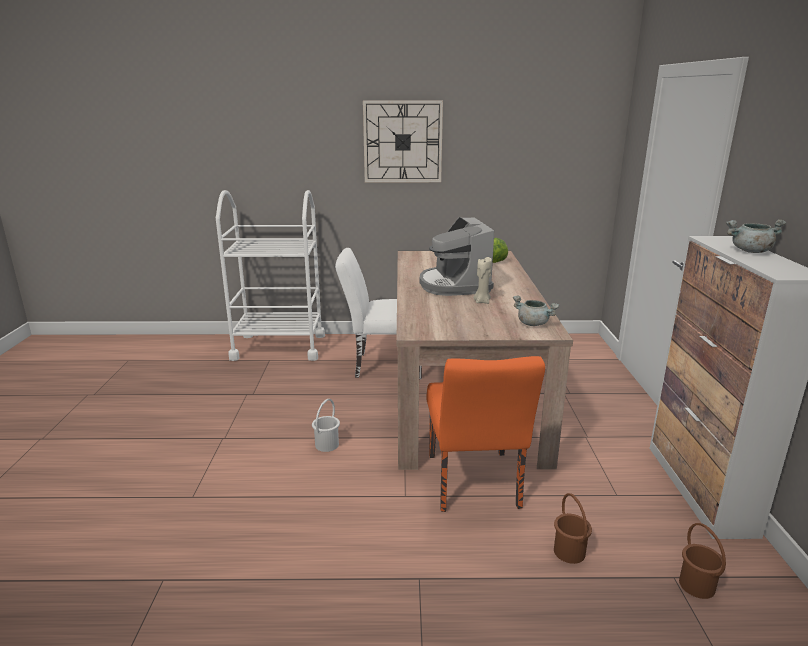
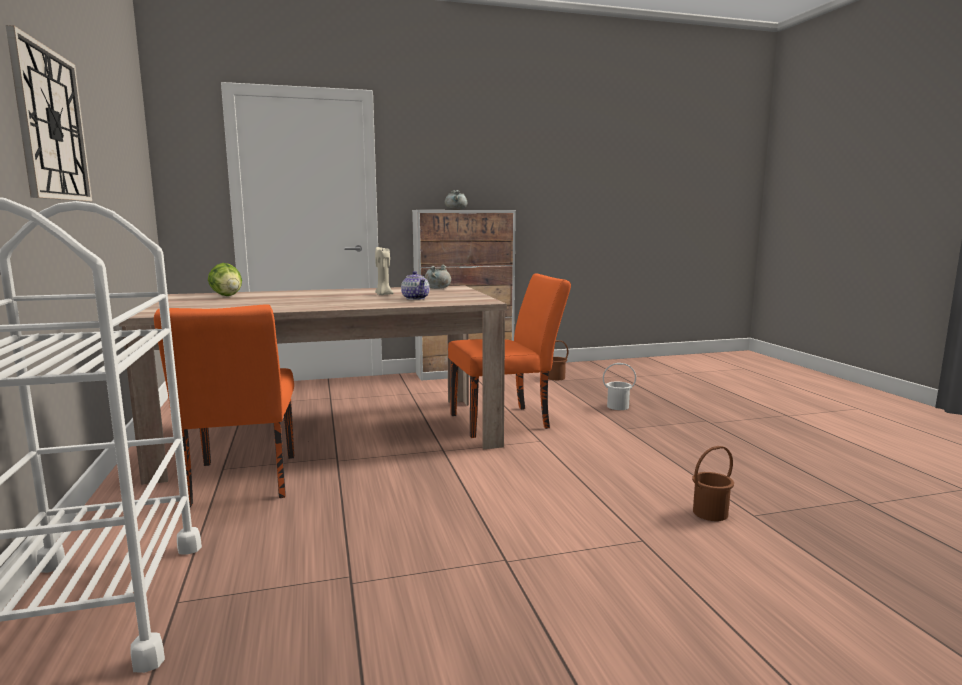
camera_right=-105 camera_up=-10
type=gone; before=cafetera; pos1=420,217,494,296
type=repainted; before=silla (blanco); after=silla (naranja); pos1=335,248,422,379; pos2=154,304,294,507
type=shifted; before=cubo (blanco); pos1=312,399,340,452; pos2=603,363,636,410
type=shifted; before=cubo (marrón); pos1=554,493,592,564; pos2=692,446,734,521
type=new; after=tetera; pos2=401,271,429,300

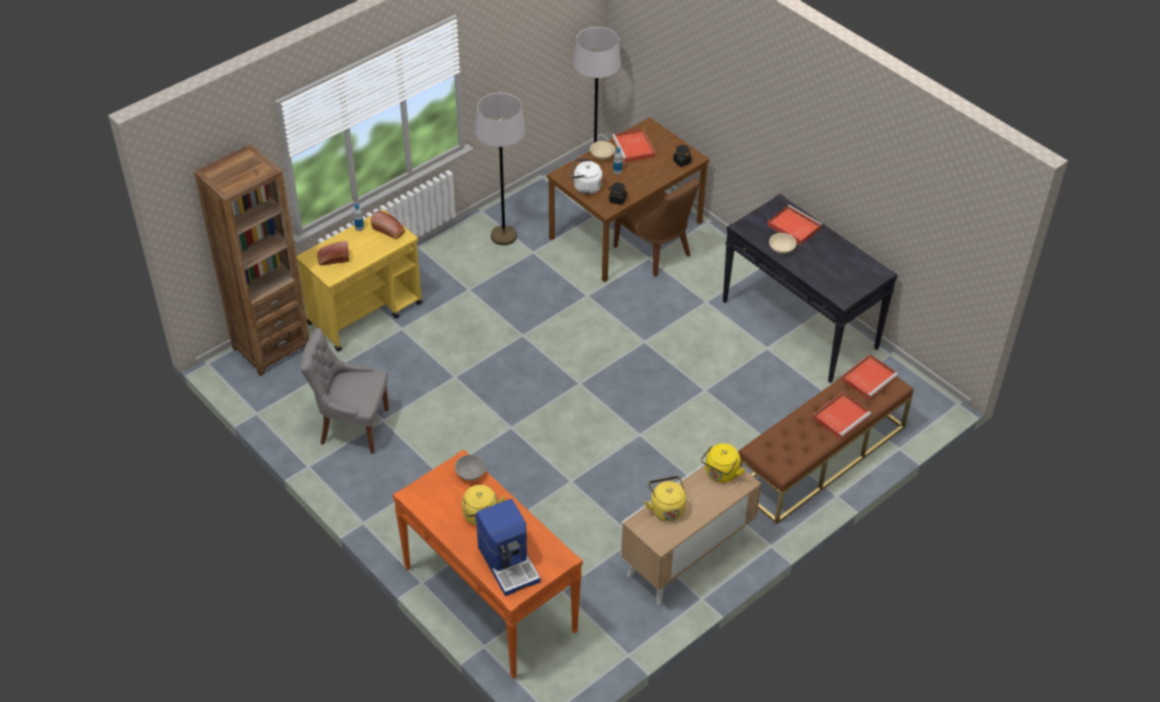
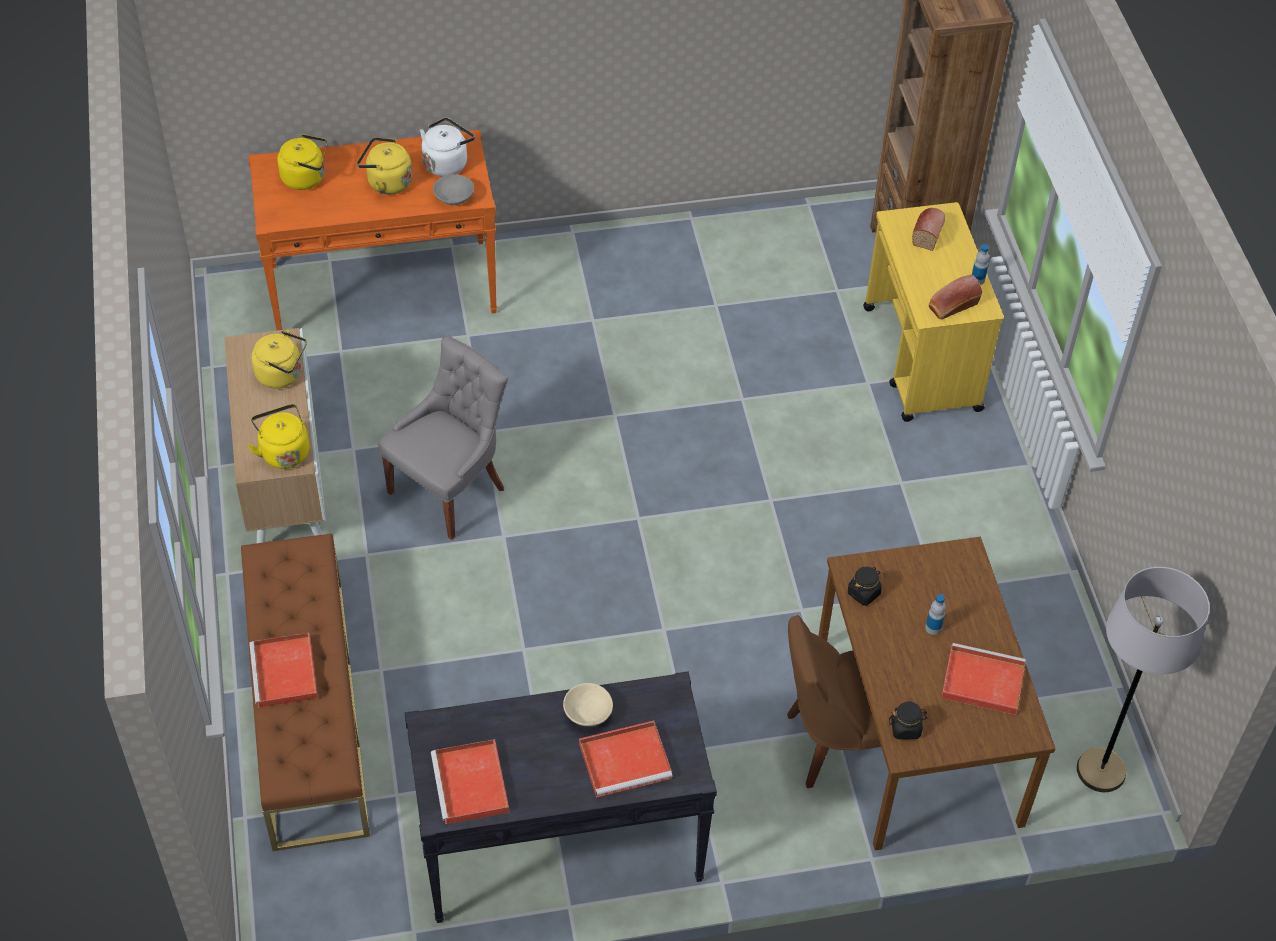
camera_right=120 camera_up=5
type=gone; before=lámpara de pie (gris); pos1=475,93,525,245
type=gone; before=cuenco (beis); pos1=590,141,615,160
type=shifted; before=hervidor (blanco); pos1=570,159,603,194; pos2=420,117,475,176
type=shifted; before=silla (gris); pos1=300,328,389,454; pos2=378,335,508,540
type=shifted; before=bandeja (rojo); pos1=841,354,898,399; pos2=431,739,509,824
type=swapped; before=cafetera; after=hervidor (amarillo); pos1=476,499,541,596; pos2=277,134,328,190

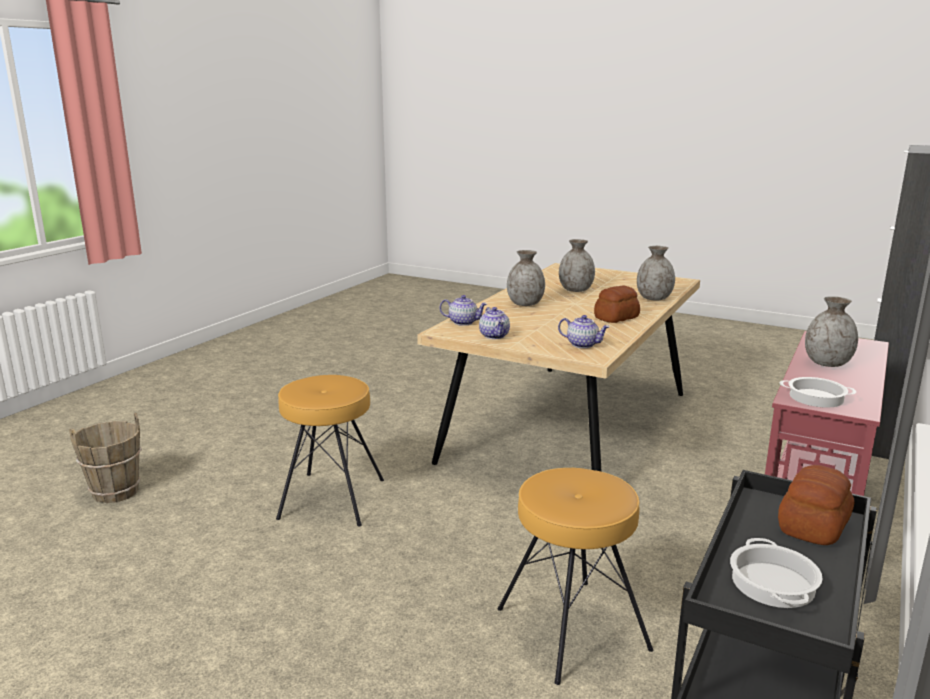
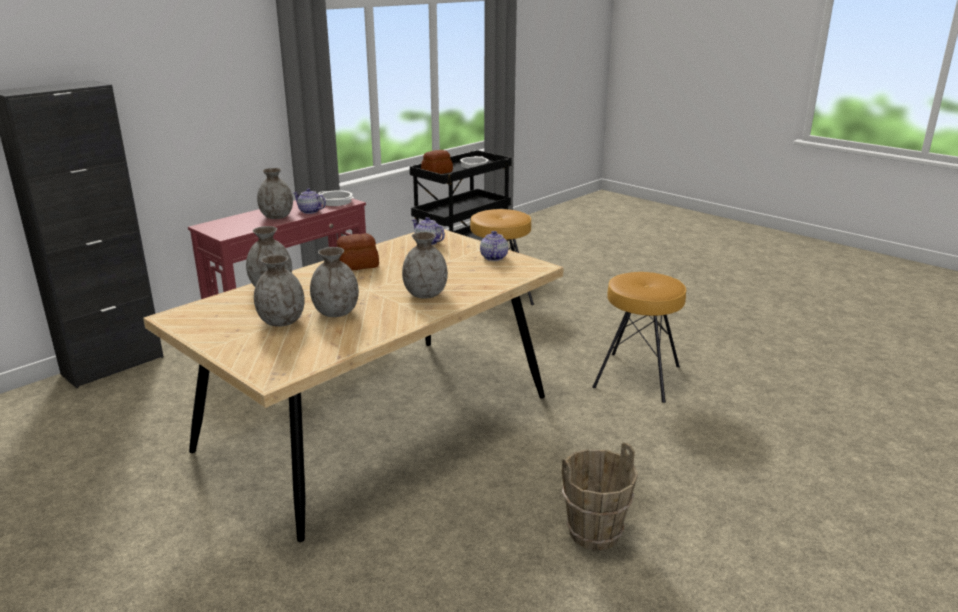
camera_right=-165 camera_up=5
type=shifted; before=tetera; pos1=440,295,487,326; pos2=293,189,326,214
type=shifted; before=cubo (marrón); pos1=69,413,142,503; pos2=562,443,638,551
type=new; after=florero (gris); pos2=254,254,305,327

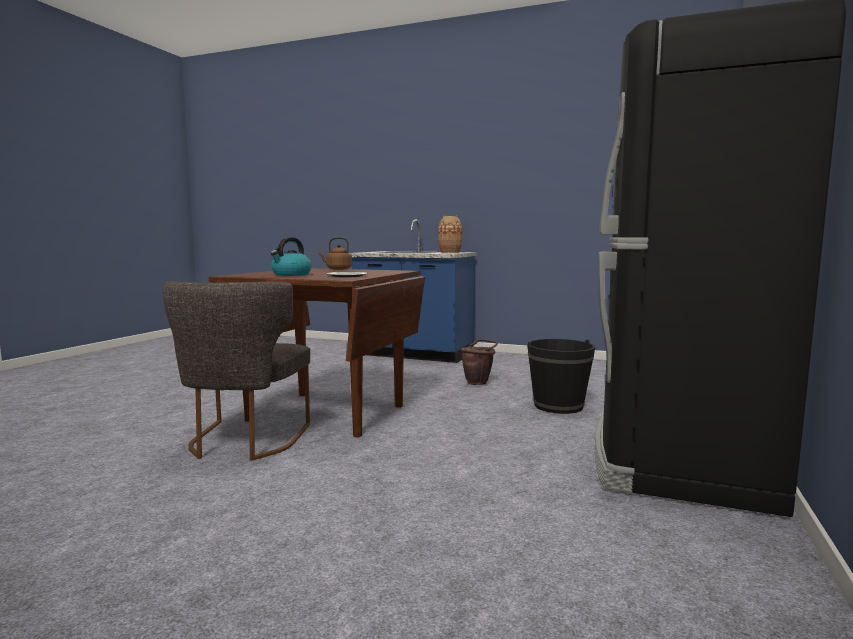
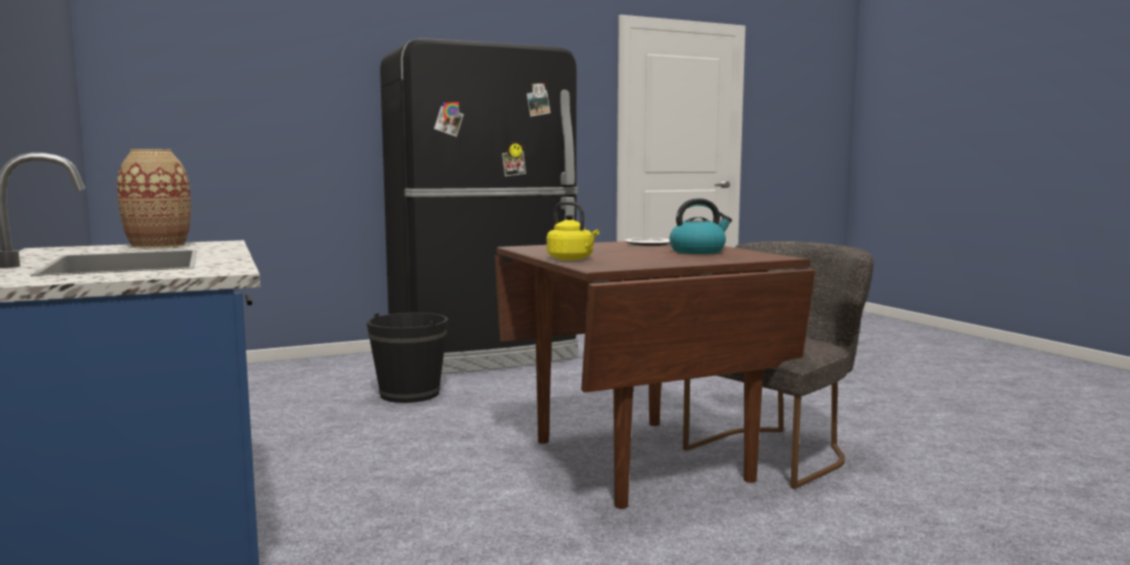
camera_right=-135 camera_up=0
type=repainted; before=hervidor (marrón); after=hervidor (amarillo); pos1=319,237,352,270; pos2=547,201,599,260
type=gone; before=cubo (marrón); pos1=461,339,498,385

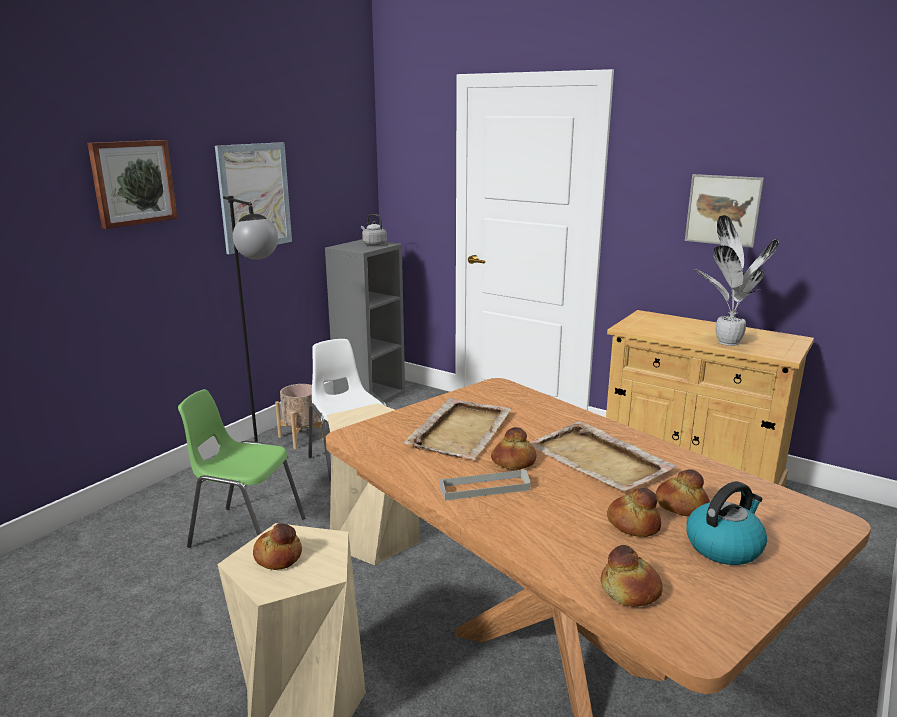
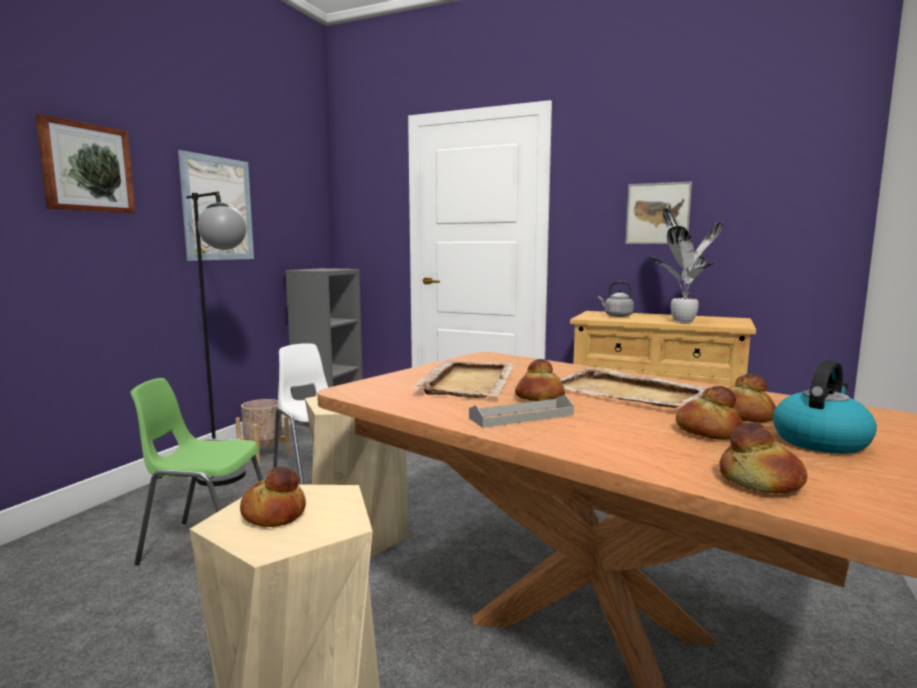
camera_right=-10 camera_up=-10
type=shifted; before=hervidor (gris); pos1=361,214,387,246; pos2=598,281,634,317

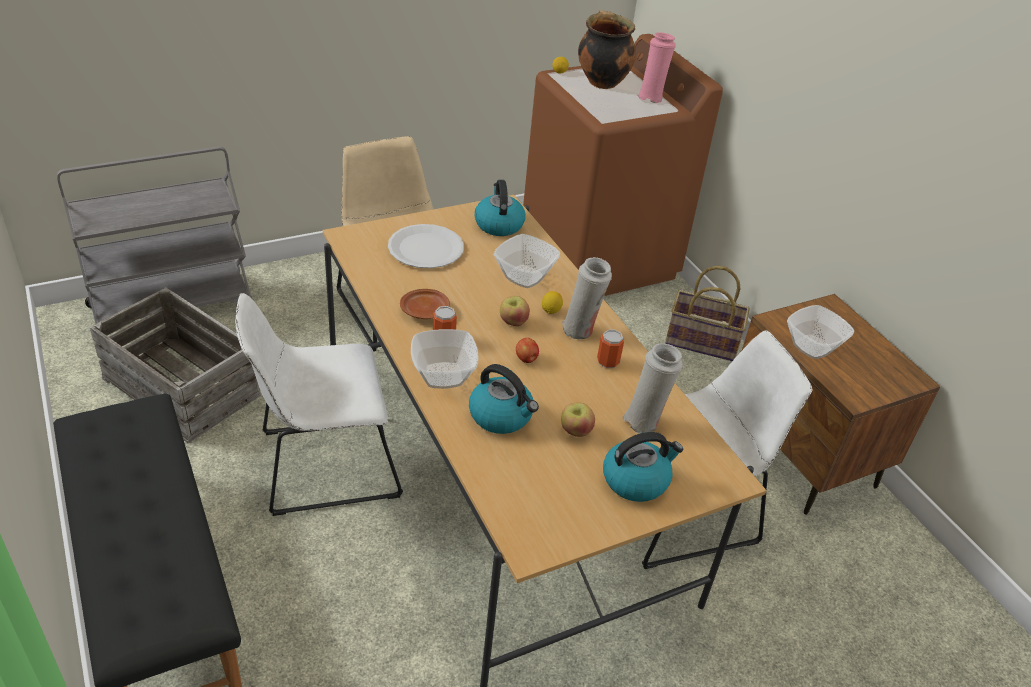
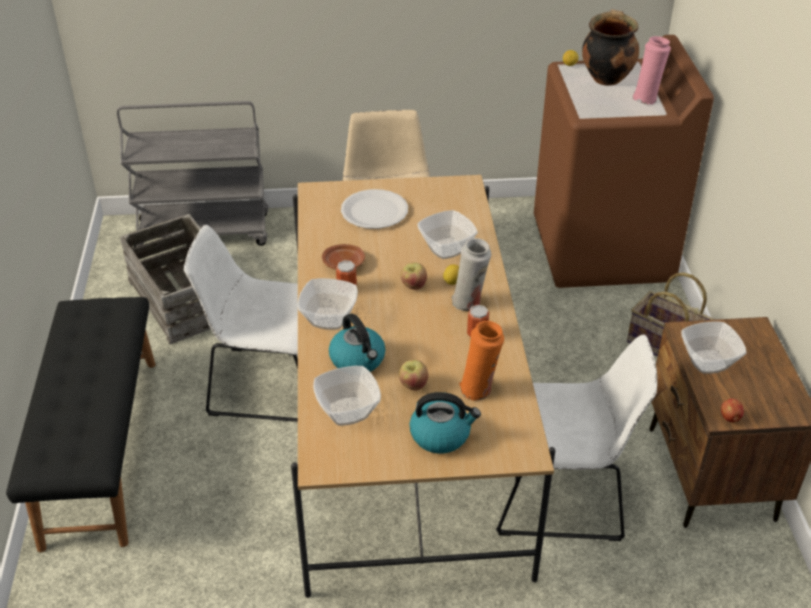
camera_right=25 camera_up=0
type=gone; before=hervidor; pos1=475,180,525,236
type=shifted; before=manzana; pos1=516,338,539,363; pos2=721,399,744,422
type=repainted; before=florero (blanco); after=florero (naranja); pos1=622,343,683,433; pos2=459,321,504,400
type=new; after=cuenco; pos2=313,366,381,426

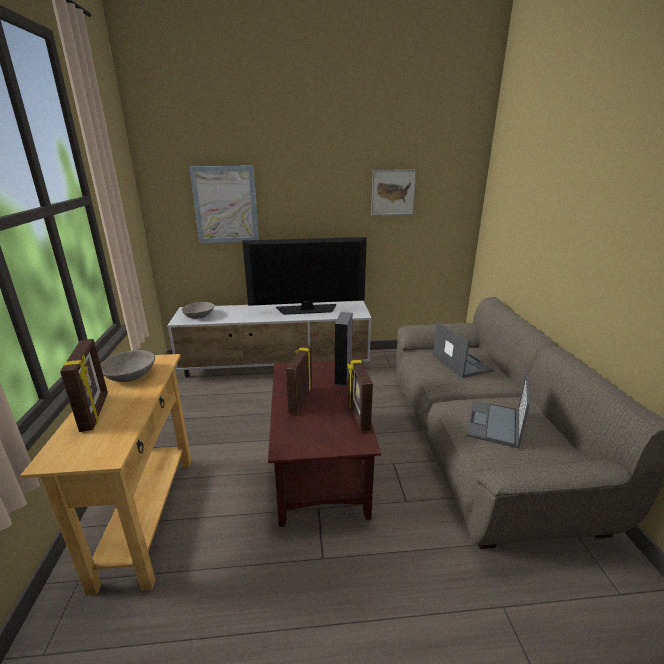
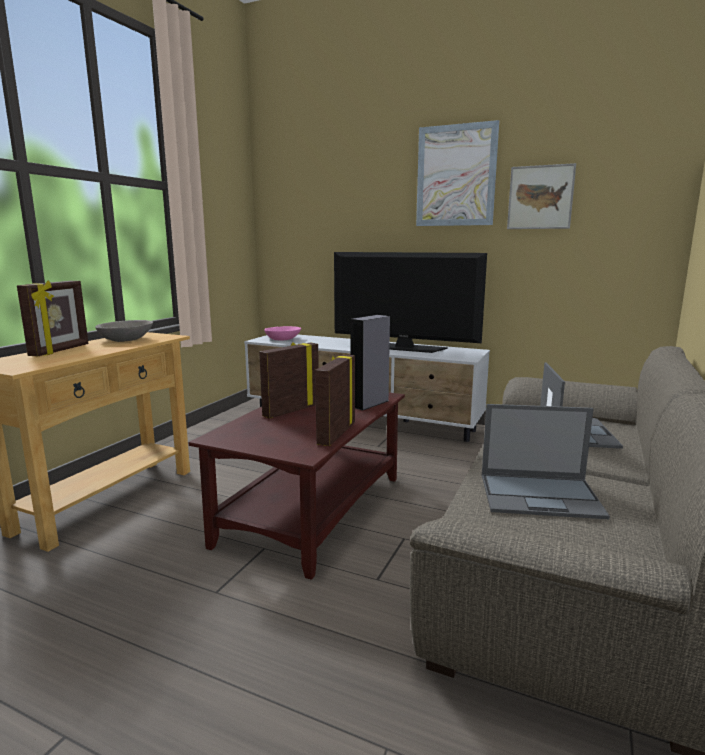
camera_right=30 camera_up=-10
type=shifted; before=cuadro; pos1=189,166,259,243; pos2=416,120,499,226
type=repainted; before=cuenco (gris); after=cuenco (rosa); pos1=181,302,214,319; pos2=264,326,301,340
type=rotated; before=portátil; pos1=467,371,530,448; pos2=482,404,610,519; turn=-135

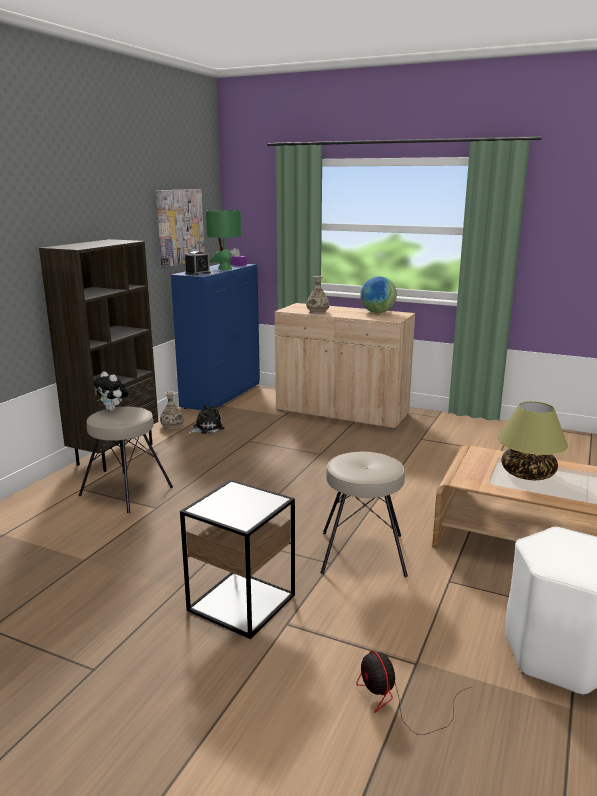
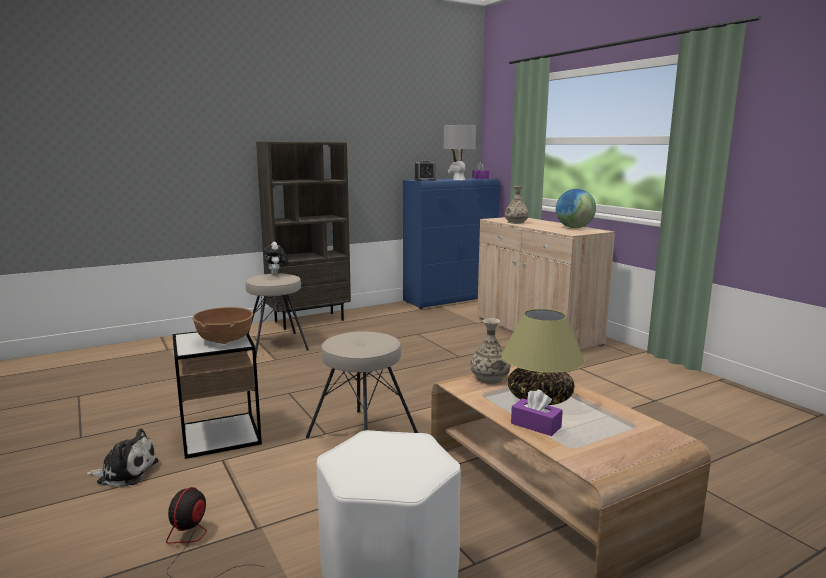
camera_right=35 camera_up=-5
type=gone; before=cuadro; pos1=156,189,204,268
type=repainted; before=lámpara de mesa (verde); after=lámpara de mesa (gris); pos1=206,210,241,270; pos2=444,125,476,180
type=shifted; before=florero; pos1=160,391,184,430; pos2=470,318,510,384
type=shifted; before=peluche; pos1=187,404,224,434; pos2=85,429,158,487
type=new; after=cuenco (marrón); pos2=192,307,253,344
type=new; after=caja de pañuelos (morado); pos2=511,390,563,436

